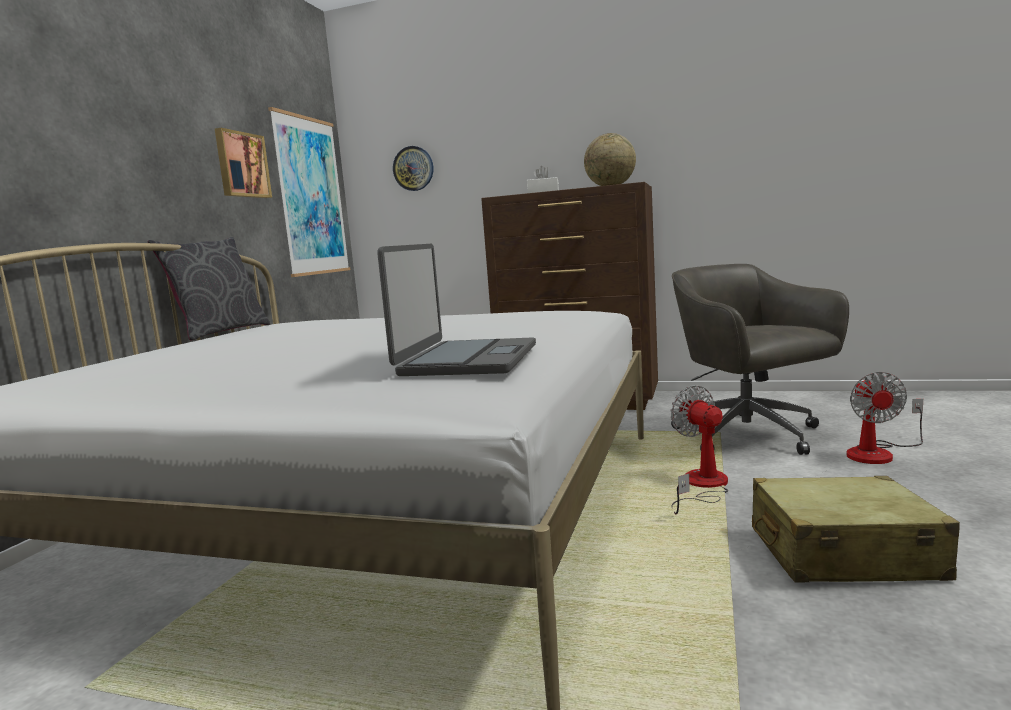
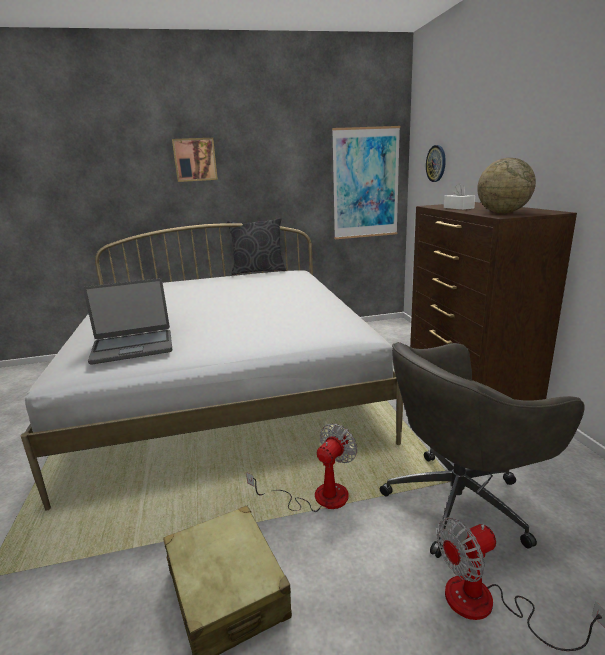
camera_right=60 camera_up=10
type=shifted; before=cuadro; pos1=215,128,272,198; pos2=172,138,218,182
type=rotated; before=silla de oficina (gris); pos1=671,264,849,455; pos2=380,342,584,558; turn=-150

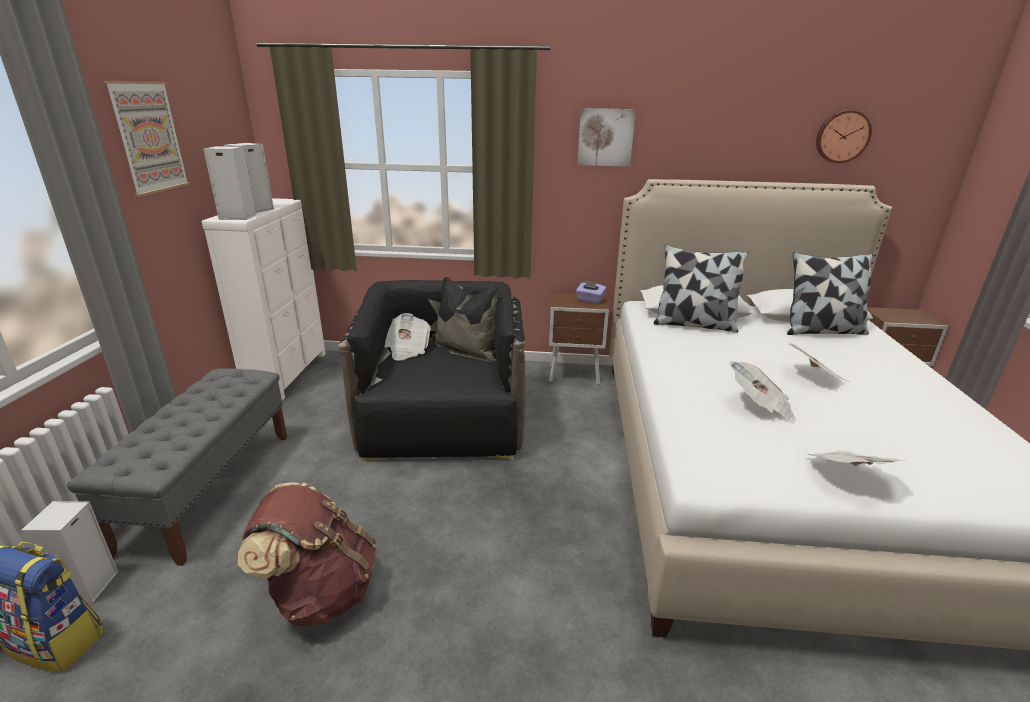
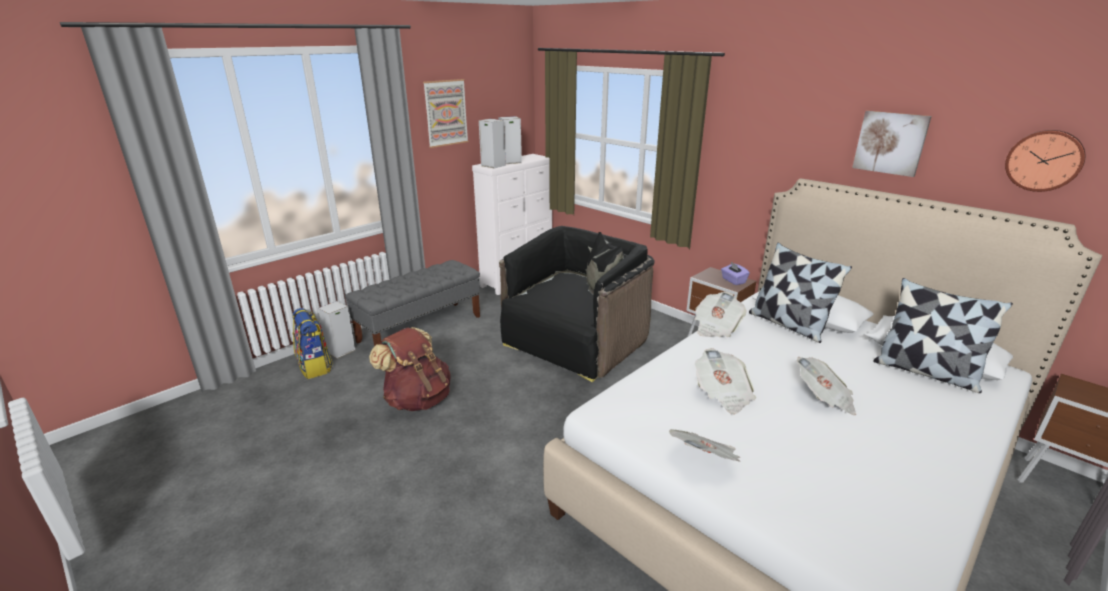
camera_right=40 camera_up=0
type=shifted; before=cuadro; pos1=577,108,636,167; pos2=852,111,932,177
type=shifted; before=periódico; pos1=384,313,431,361; pos2=695,292,746,337

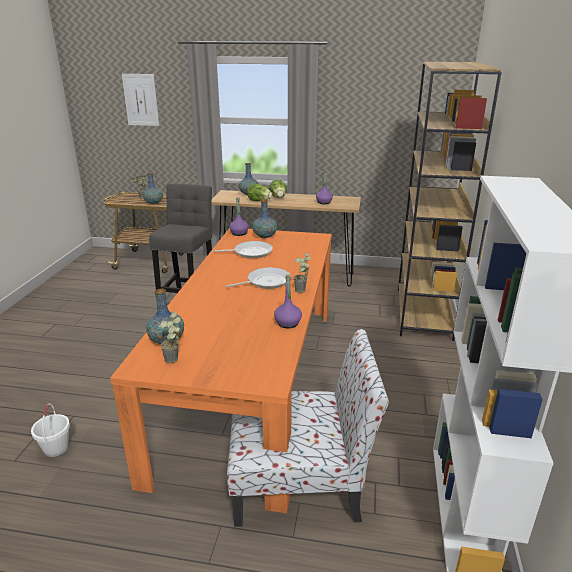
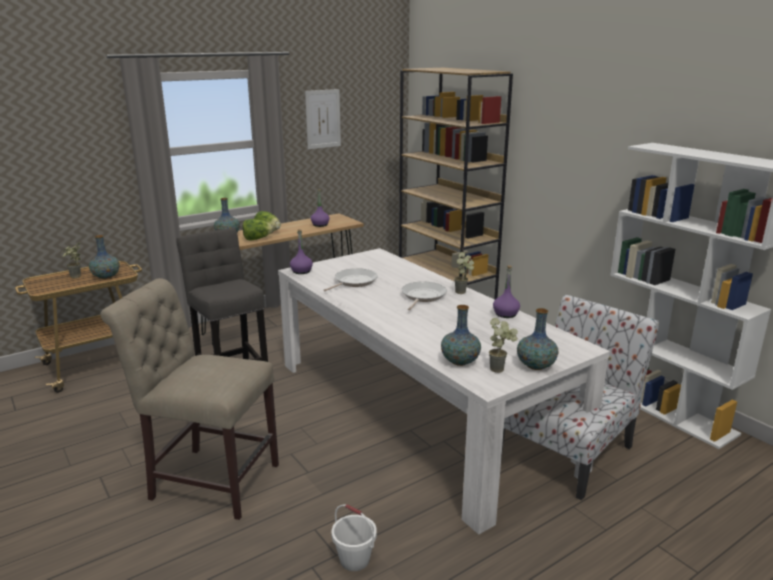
camera_right=-45 camera_up=-5
type=shifted; before=cuadro; pos1=122,74,159,126; pos2=305,89,341,149
type=shifted; before=florero; pos1=253,199,277,238; pos2=517,308,558,370
type=repainted; before=mesa de comedor (naranja); after=mesa de comedor (blanco); pos1=110,228,332,513; pos2=278,248,610,535
type=new; after=silla (beis); pos2=101,278,279,520

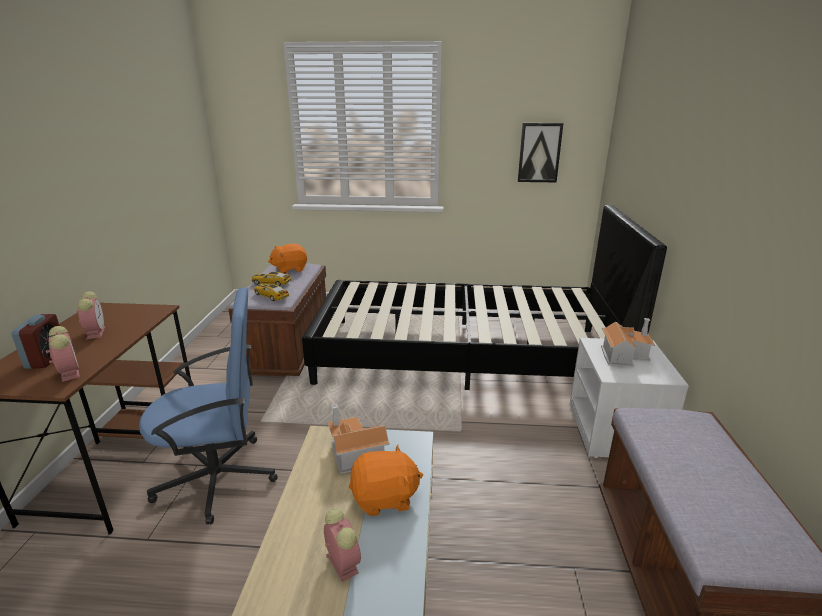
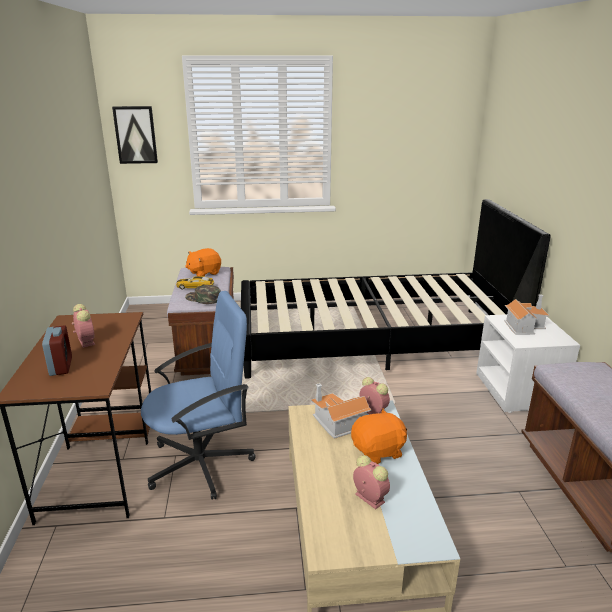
camera_right=-10 camera_up=0
type=shifted; before=cuadro; pos1=518,123,563,182; pos2=112,106,158,164
type=swapped; before=coche de juguete; after=gorra (verde); pos1=254,284,289,301; pos2=185,285,221,304
type=shifted; before=despertador; pos1=46,326,80,382; pos2=359,377,390,414

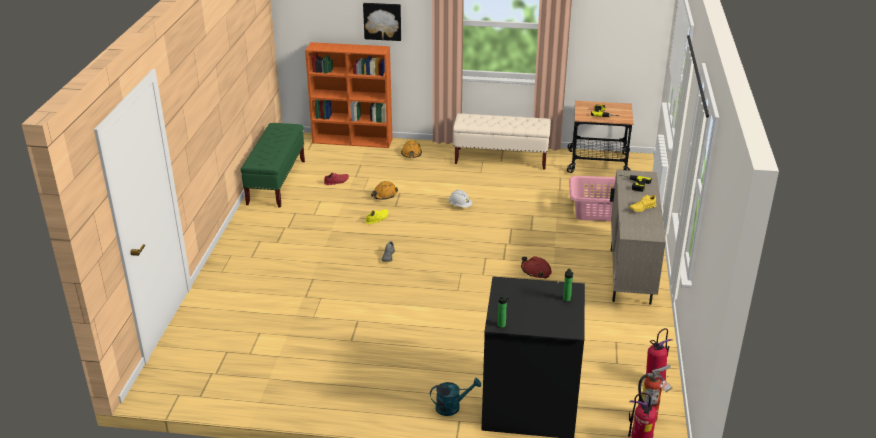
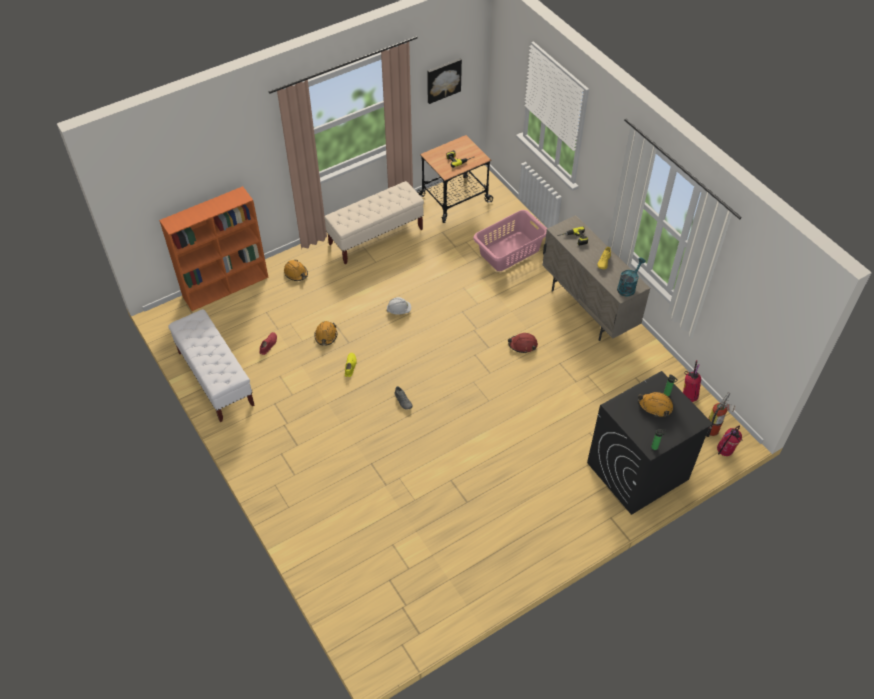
camera_right=-40 camera_up=20
type=shifted; before=cuadro; pos1=363,3,401,41; pos2=427,58,462,104
type=repainted; before=banco (verde); after=banco (blanco); pos1=240,123,305,208; pos2=168,309,255,422
type=shifted; before=regadera (turquesa); pos1=430,378,481,416; pos2=617,258,646,297
type=new; after=casco (naranja); pos2=638,392,673,417

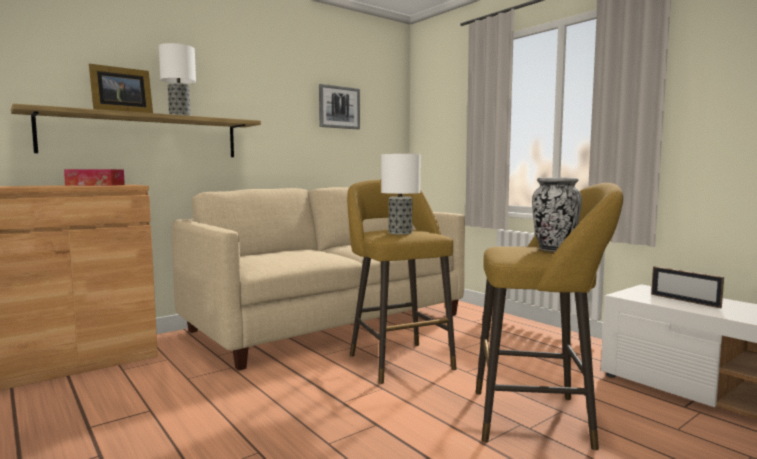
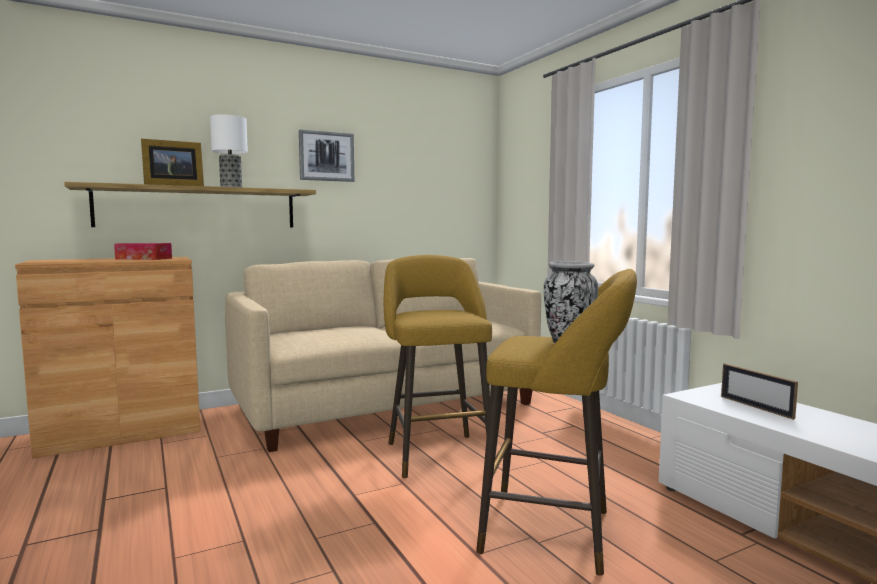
camera_right=10 camera_up=0
type=shifted; before=cuadro; pos1=319,84,360,129; pos2=299,129,354,182
type=gone; before=lámpara de mesa; pos1=381,154,420,234

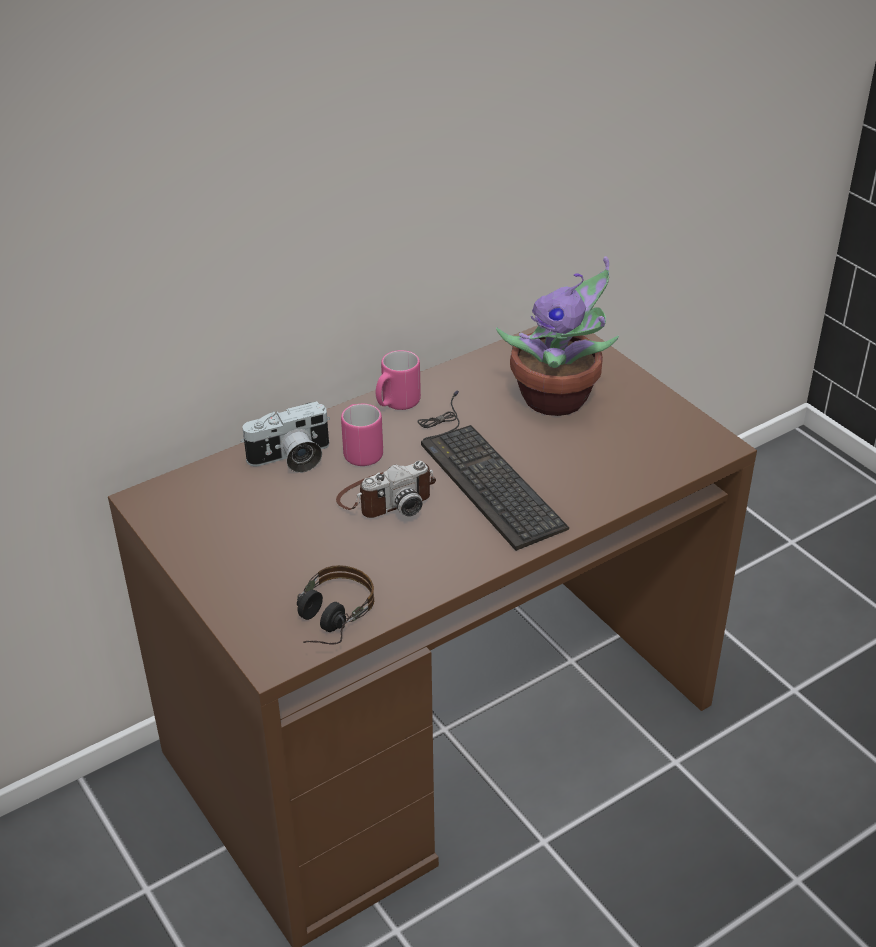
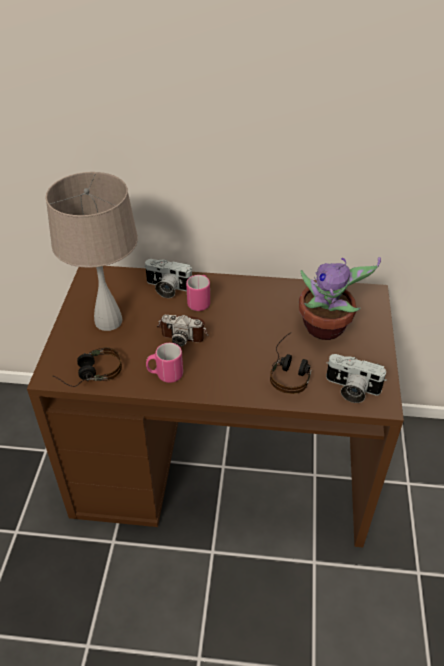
camera_right=40 camera_up=5
type=shifted; before=taza grande (rosa); pos1=375,350,421,410; pos2=146,343,183,383
type=gone; before=teclado; pos1=417,390,569,551
type=new; after=lámpara de mesa (beis); pos2=45,172,138,331
type=new; after=auriculares; pos2=270,332,312,394
type=new; after=cámara; pos2=326,354,387,403

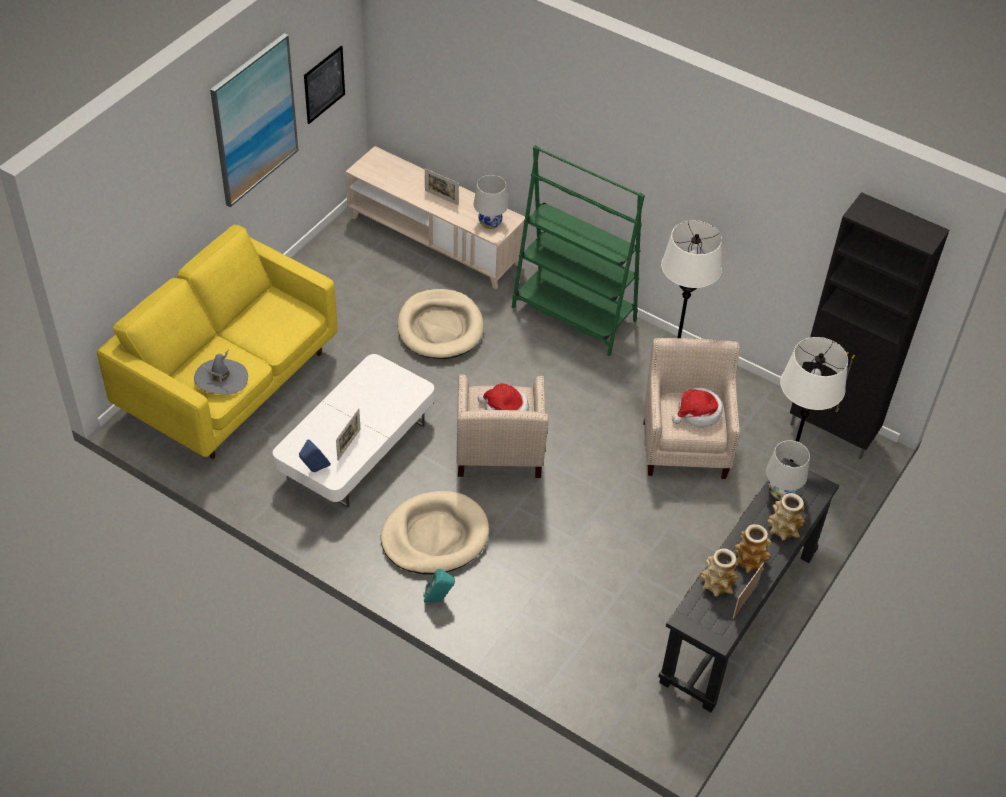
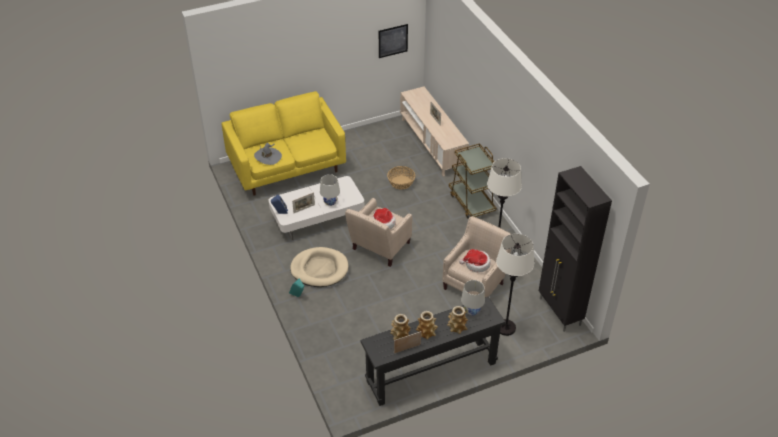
camera_right=35 camera_up=-5
type=gone; before=cuadro; pos1=210,33,299,207
type=swapped; before=estantería (verde); after=carrito (marrón); pos1=512,145,645,356; pos2=449,143,496,218
type=shifted; before=lámpara de mesa (blanco); pos1=474,175,508,229; pos2=320,174,340,206
type=swapped; before=cama para perro (beis); after=cesta; pos1=398,289,484,359; pos2=387,166,415,190

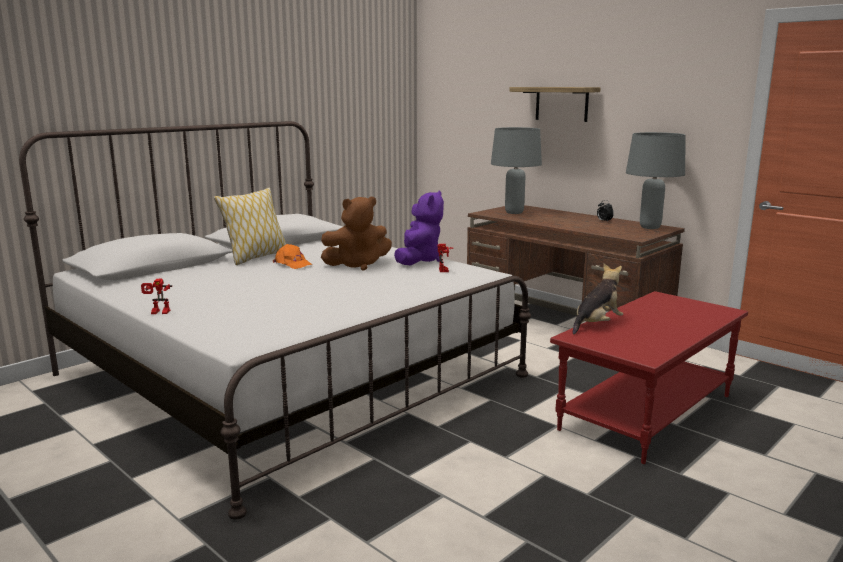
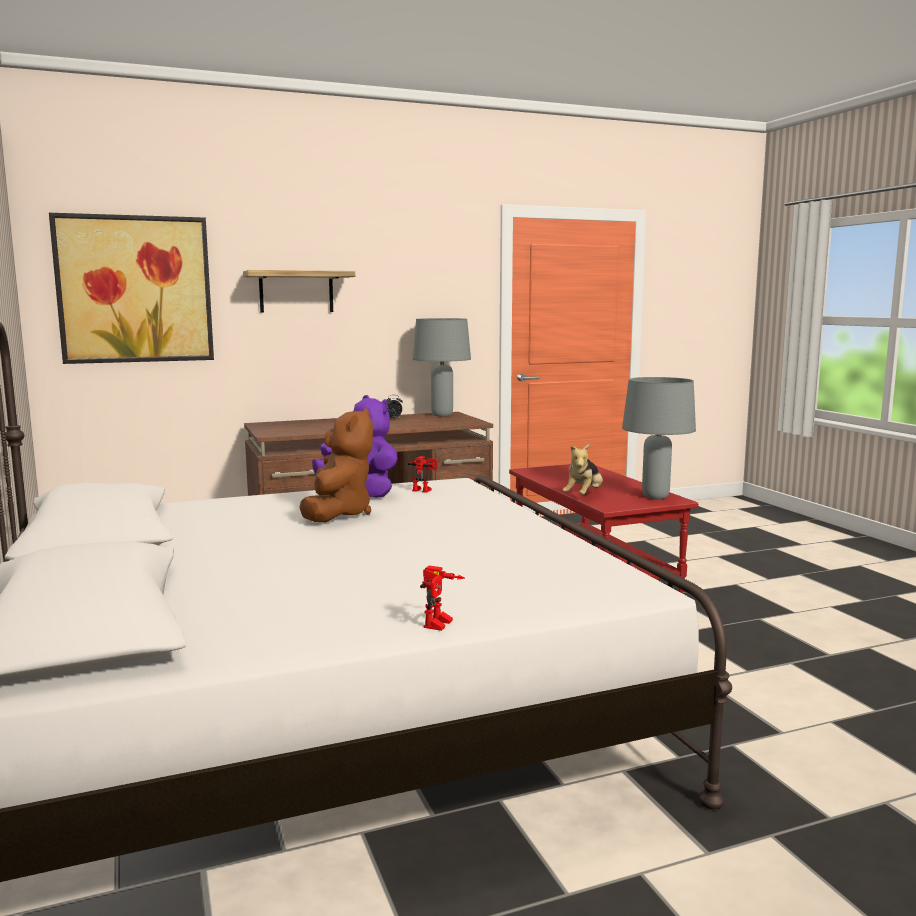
camera_right=-65 camera_up=-5
type=shifted; before=lámpara de mesa (gris); pos1=491,127,542,214; pos2=622,377,696,499
type=gone; before=cojín; pos1=214,188,286,265
type=gone; before=gorra (naranja); pos1=273,244,312,269
type=rotated; before=peluche; pos1=573,264,623,334; pos2=562,444,603,495; turn=-135
type=new; after=cuadro; pos2=49,213,214,364

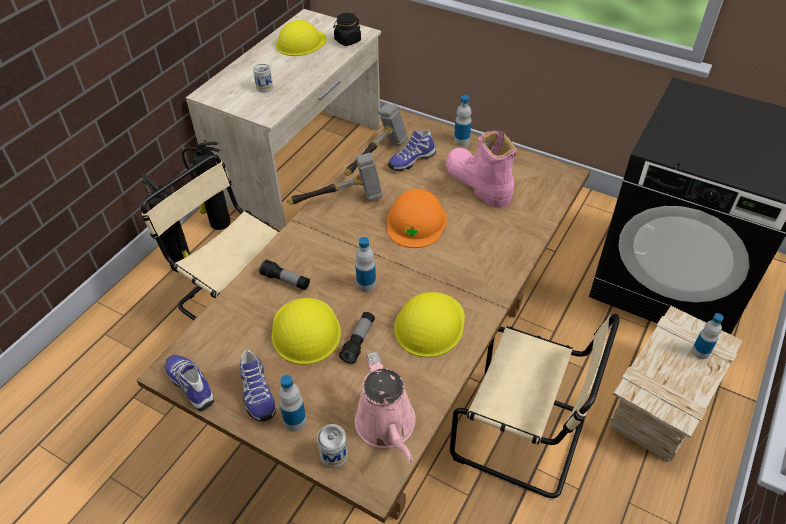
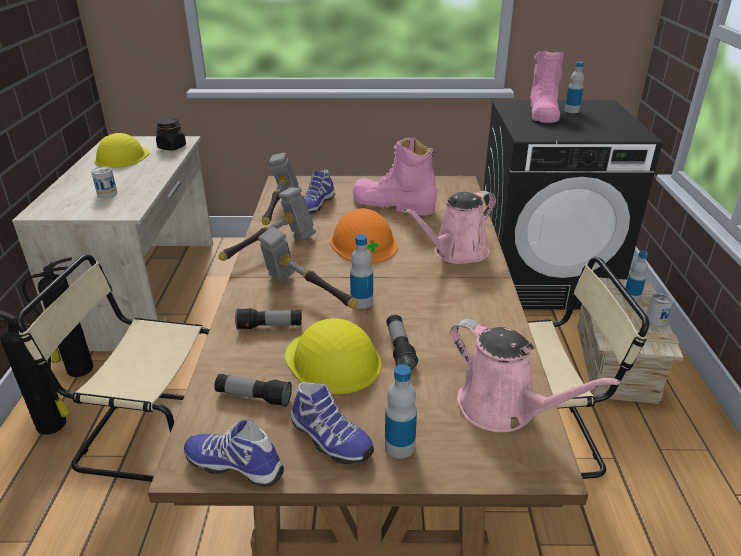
camera_right=-30 camera_up=-15
type=shifted; before=botella; pos1=454,95,472,146; pos2=564,61,584,113
type=gone; before=casco (amarillo); pos1=394,292,465,357
type=shifted; before=lata; pos1=317,424,348,468; pos2=646,293,673,327
type=new; after=bota (rosa); pos2=530,50,563,123
type=new; after=regadera (rosa); pos2=403,190,496,264
type=new; after=martillo; pos2=258,227,358,308
type=new; after=linterna; pos2=214,374,292,407

